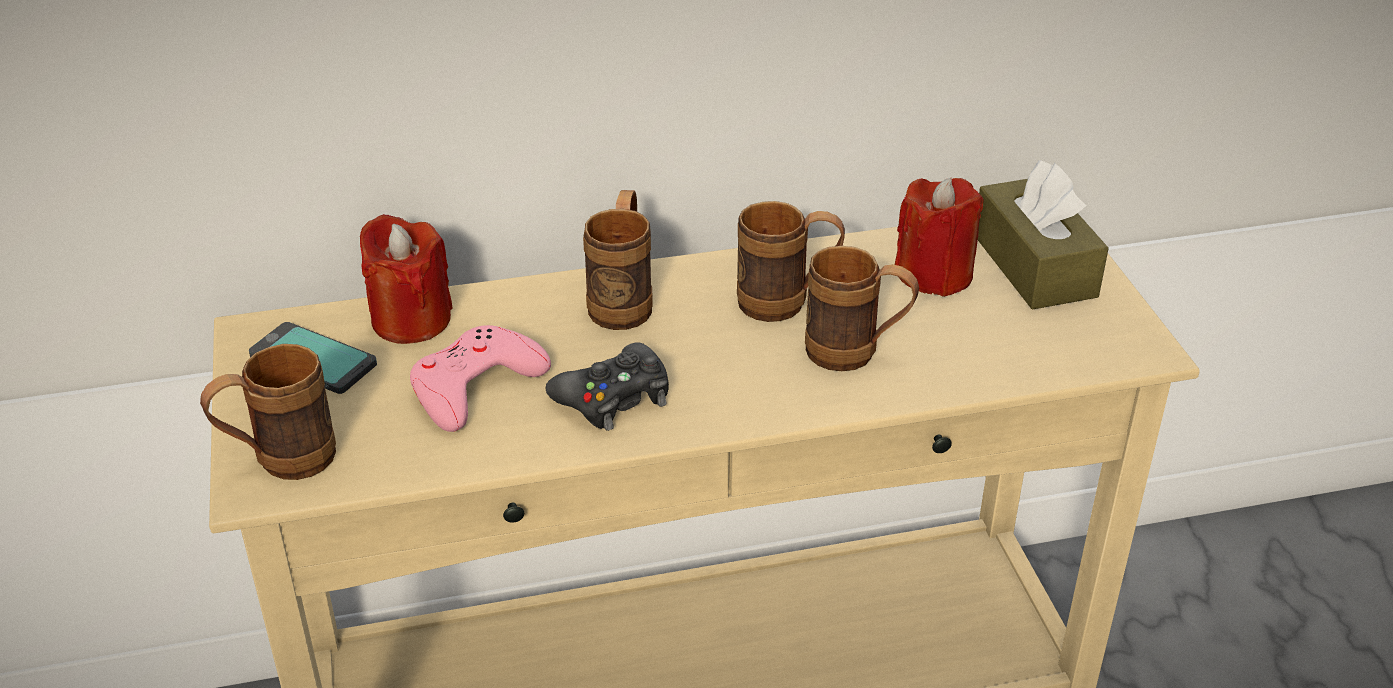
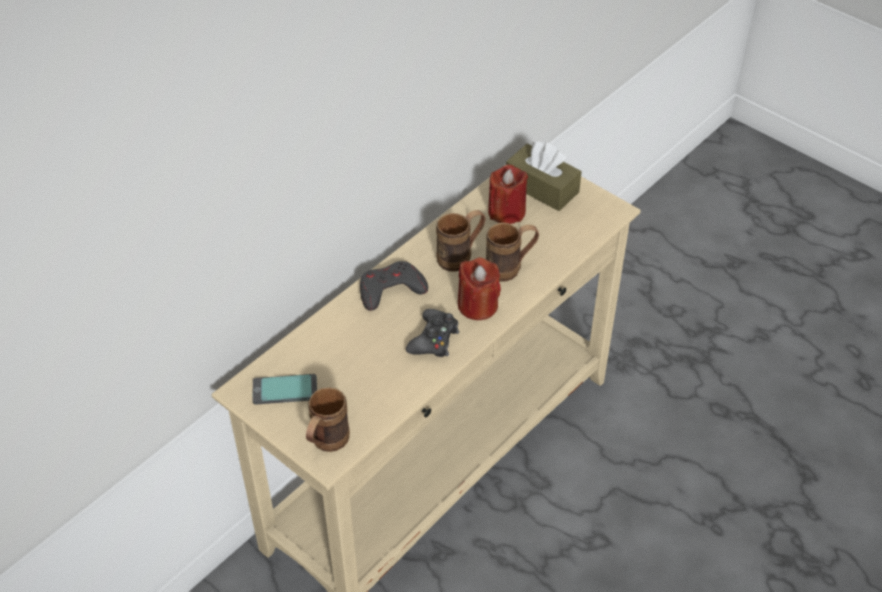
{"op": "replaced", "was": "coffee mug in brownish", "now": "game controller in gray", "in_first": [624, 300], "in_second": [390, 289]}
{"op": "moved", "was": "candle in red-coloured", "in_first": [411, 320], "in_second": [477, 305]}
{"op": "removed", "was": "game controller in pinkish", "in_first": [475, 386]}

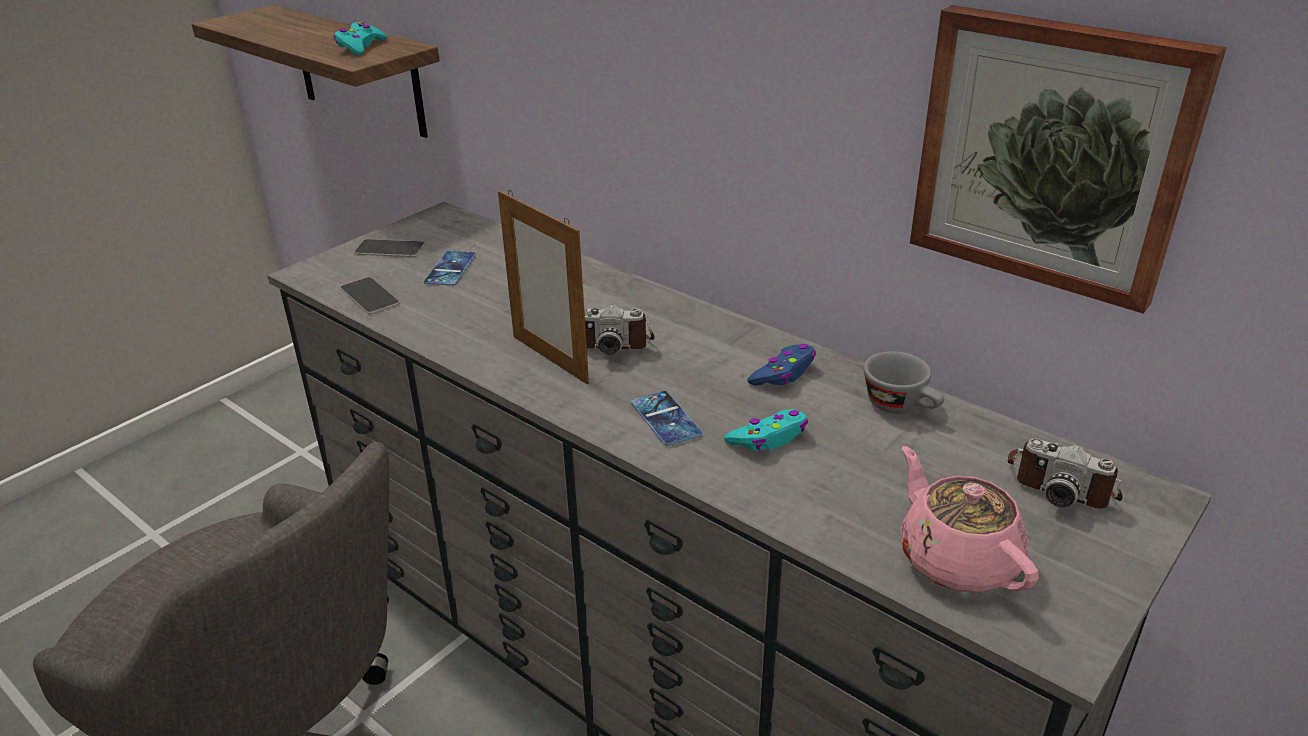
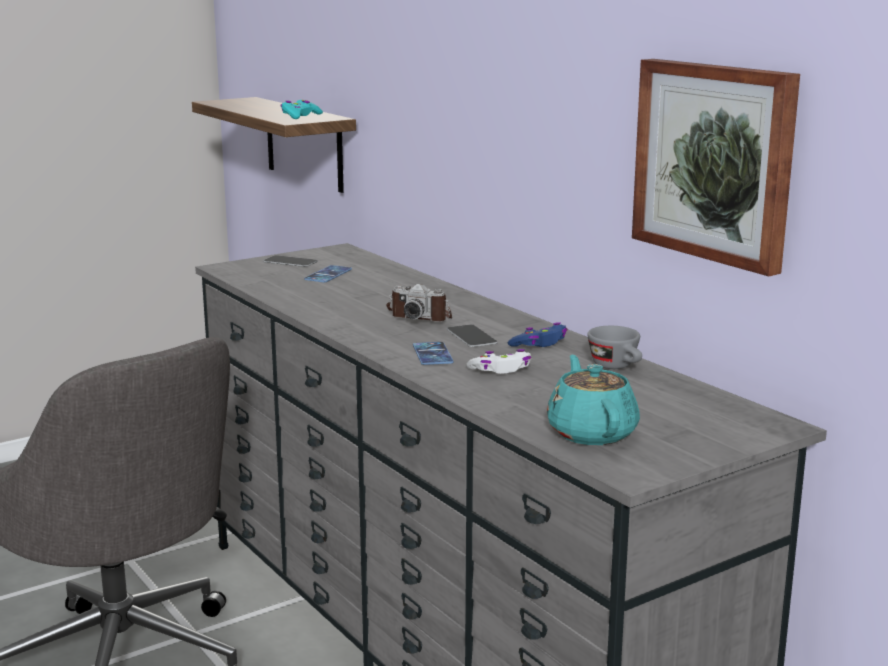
{"op": "moved", "was": "handset", "in_first": [369, 296], "in_second": [471, 336]}
{"op": "recoloured", "was": "game controller in turquoise", "now": "game controller in white", "in_first": [769, 438], "in_second": [501, 370]}
{"op": "recoloured", "was": "teapot in pinkish", "now": "teapot in turquoise", "in_first": [956, 559], "in_second": [591, 432]}
{"op": "removed", "was": "photo frame", "in_first": [550, 359]}
{"op": "removed", "was": "photo camera", "in_first": [1062, 482]}

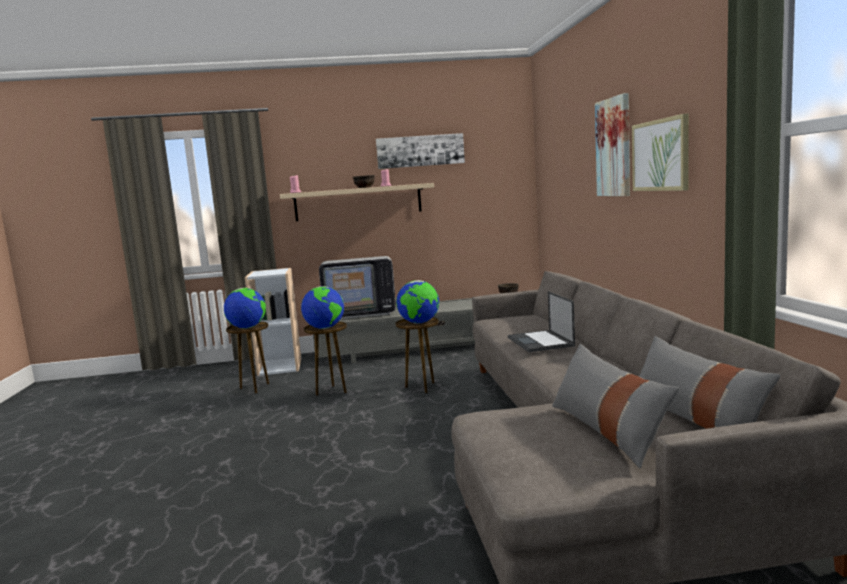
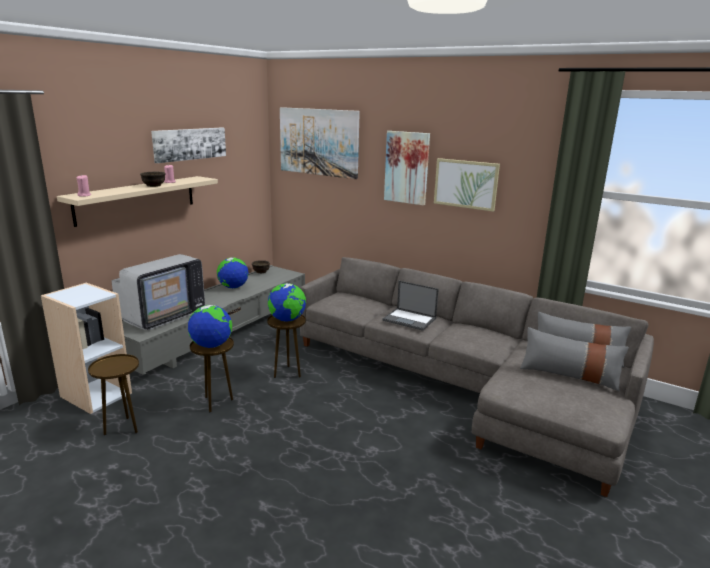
{"op": "moved", "was": "globe", "in_first": [247, 328], "in_second": [233, 287]}
{"op": "added", "now": "wall art", "in_second": [319, 142]}

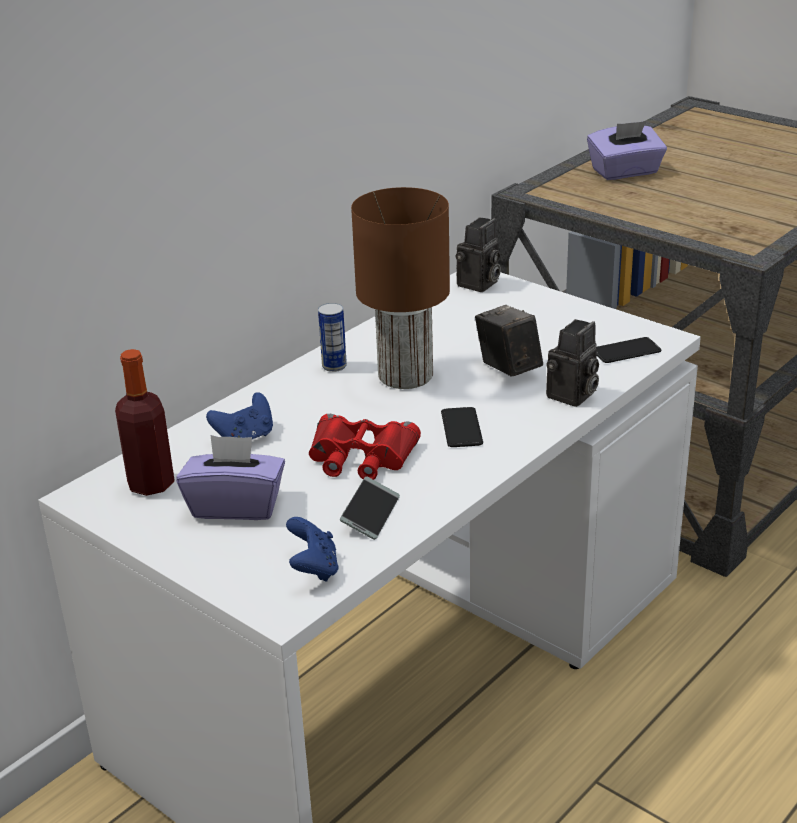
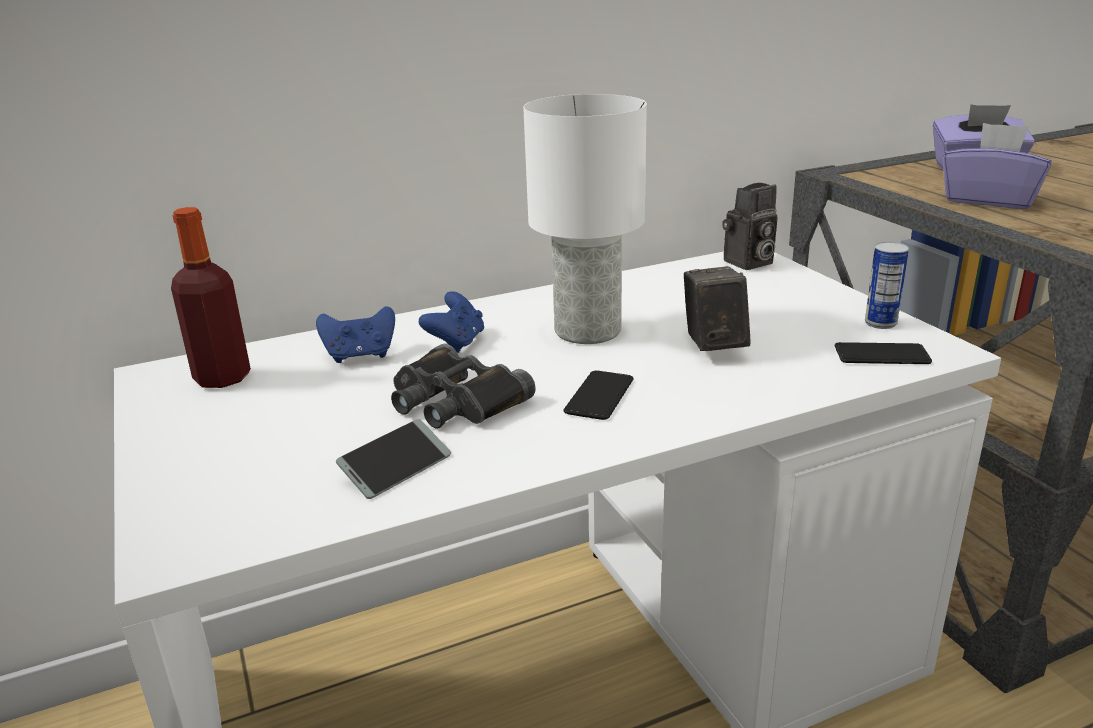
{"op": "recoloured", "was": "binoculars in red-coloured", "now": "binoculars in black-coloured", "in_first": [361, 457], "in_second": [454, 401]}
{"op": "moved", "was": "game controller in blue-coloured", "in_first": [314, 569], "in_second": [456, 342]}
{"op": "recoloured", "was": "tabletop lamp in brownish", "now": "tabletop lamp in white", "in_first": [405, 377], "in_second": [586, 331]}
{"op": "moved", "was": "sealed can", "in_first": [334, 366], "in_second": [880, 323]}
{"op": "moved", "was": "box of tissues in purple-coloured", "in_first": [236, 505], "in_second": [989, 200]}
{"op": "removed", "was": "photo camera", "in_first": [572, 396]}

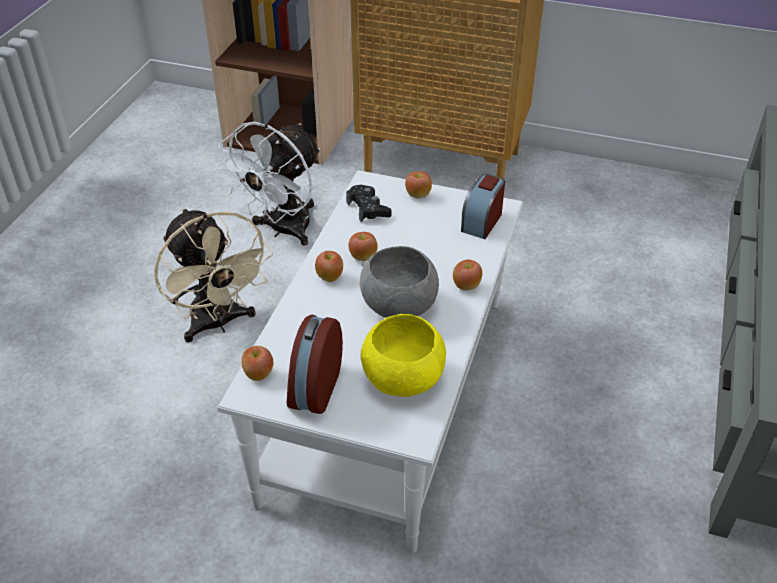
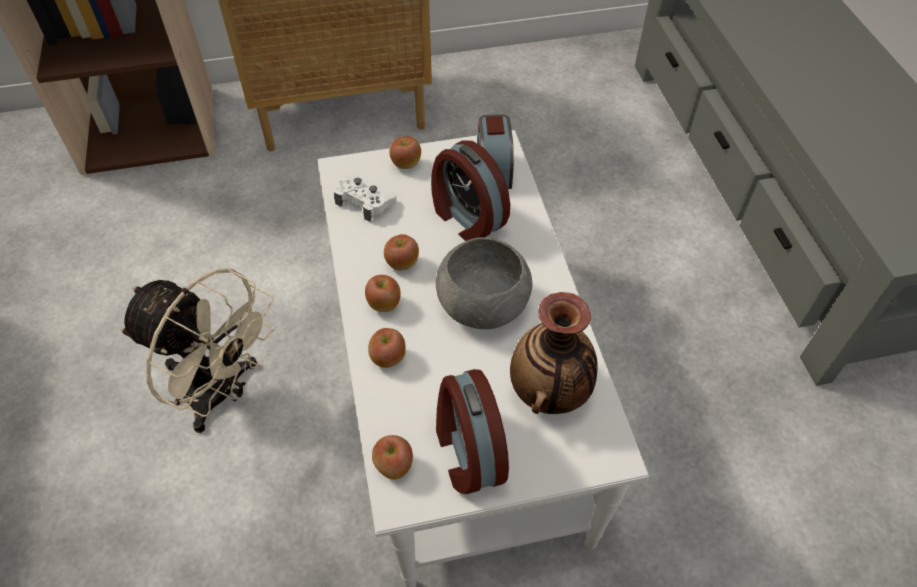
{"op": "recoloured", "was": "game controller in black-coloured", "now": "game controller in white", "in_first": [368, 208], "in_second": [364, 202]}
{"op": "moved", "was": "apple fruit", "in_first": [466, 286], "in_second": [388, 358]}
{"op": "added", "now": "table clock", "in_second": [466, 218]}
{"op": "replaced", "was": "bowl in yellowish", "now": "flower vase", "in_first": [402, 378], "in_second": [550, 392]}
{"op": "removed", "was": "fan in white", "in_first": [282, 230]}

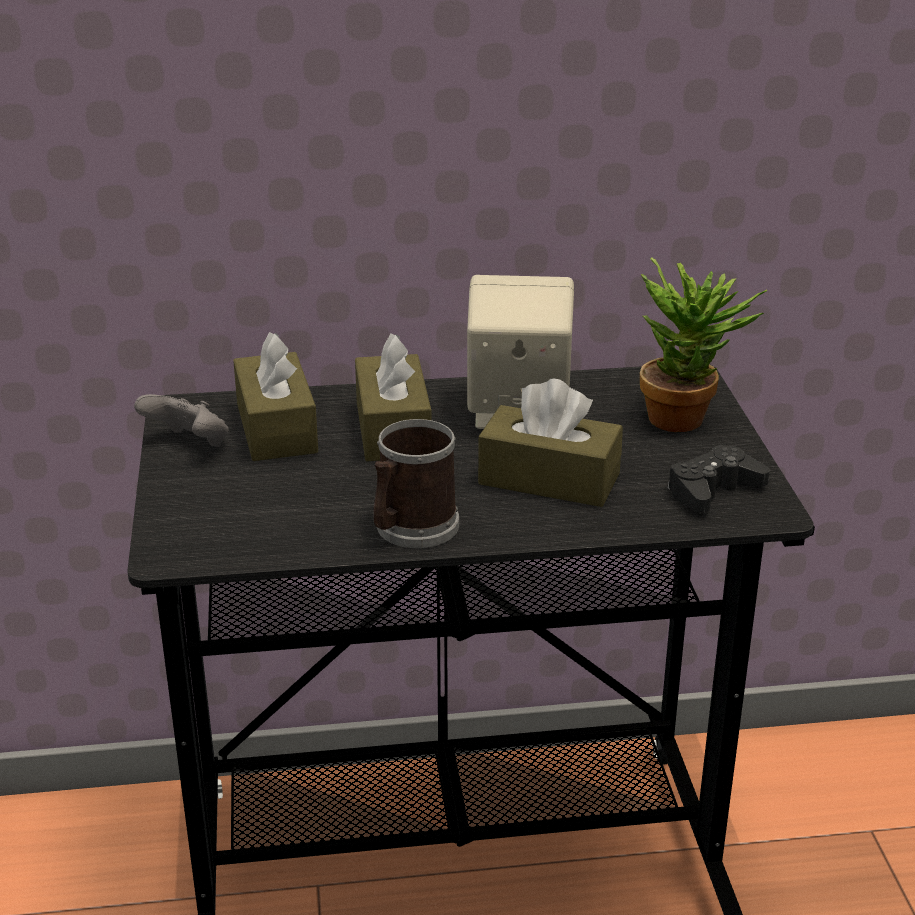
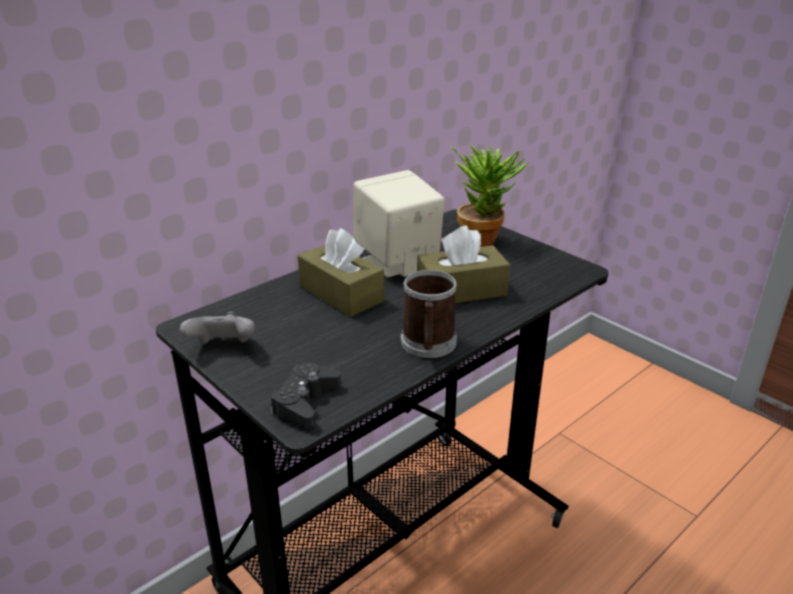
{"op": "moved", "was": "game controller in black-coloured", "in_first": [713, 490], "in_second": [305, 402]}
{"op": "removed", "was": "box of tissues in brownish", "in_first": [276, 428]}

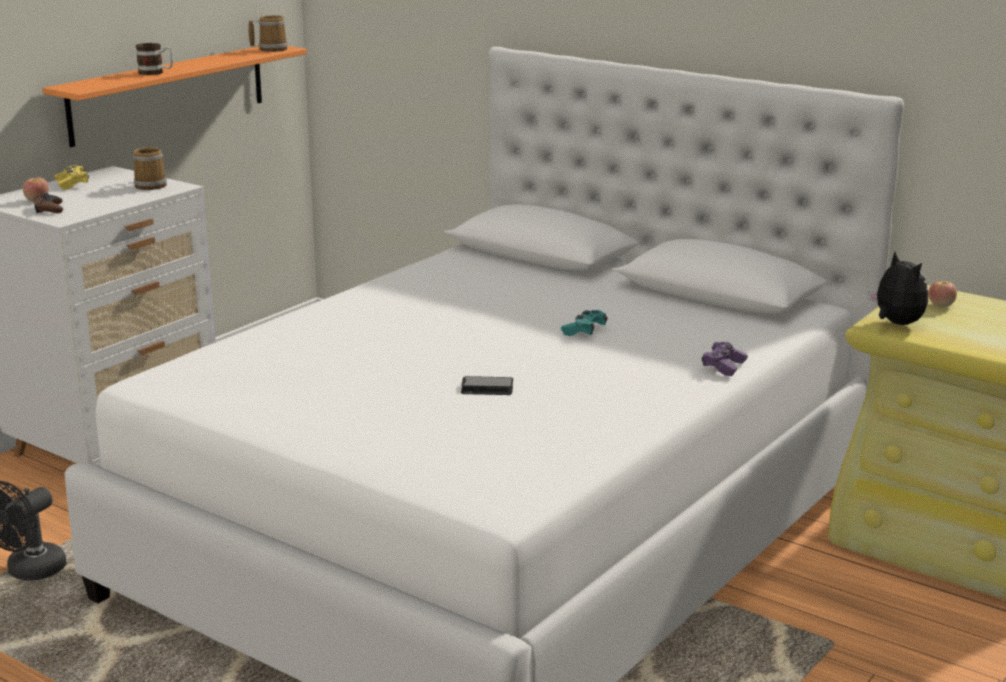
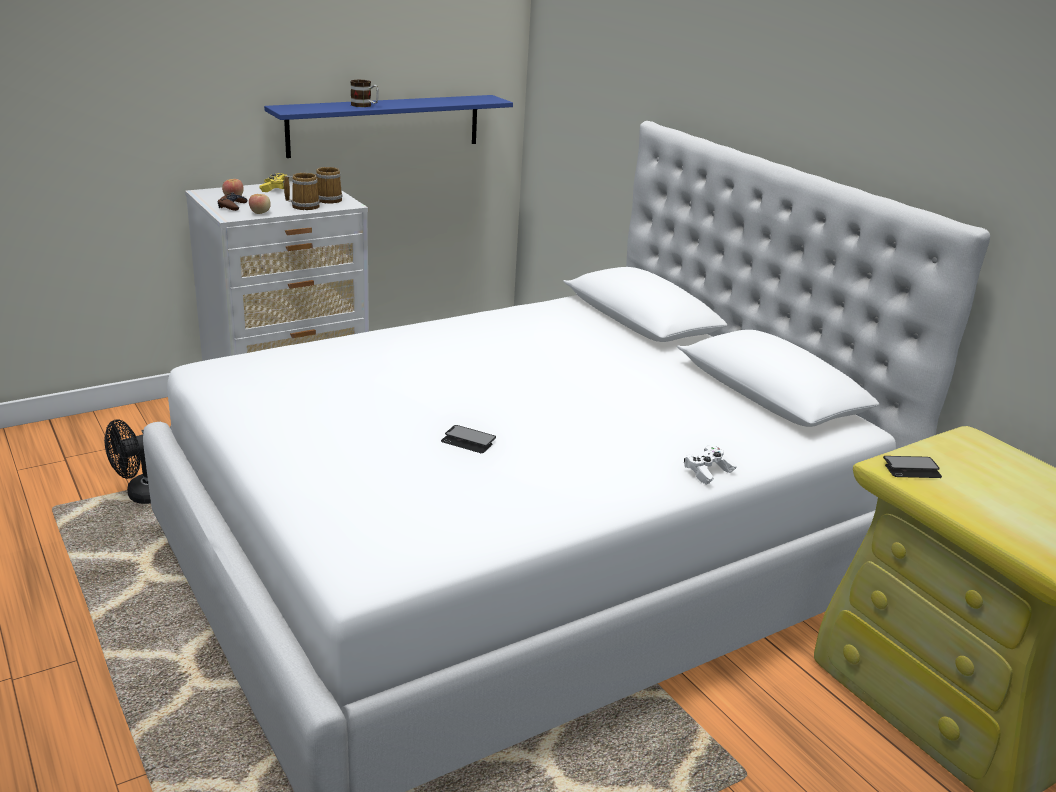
{"op": "moved", "was": "apple fruit", "in_first": [941, 305], "in_second": [260, 213]}
{"op": "recoloured", "was": "wall shelf in orange", "now": "wall shelf in blue-coloured", "in_first": [168, 93], "in_second": [385, 125]}
{"op": "moved", "was": "coffee mug", "in_first": [271, 49], "in_second": [304, 206]}
{"op": "recoloured", "was": "game controller in purple-coloured", "now": "game controller in white", "in_first": [724, 366], "in_second": [708, 472]}
{"op": "replaced", "was": "cuddly toy", "now": "handset", "in_first": [896, 323], "in_second": [911, 469]}
{"op": "removed", "was": "game controller in turquoise", "in_first": [584, 331]}

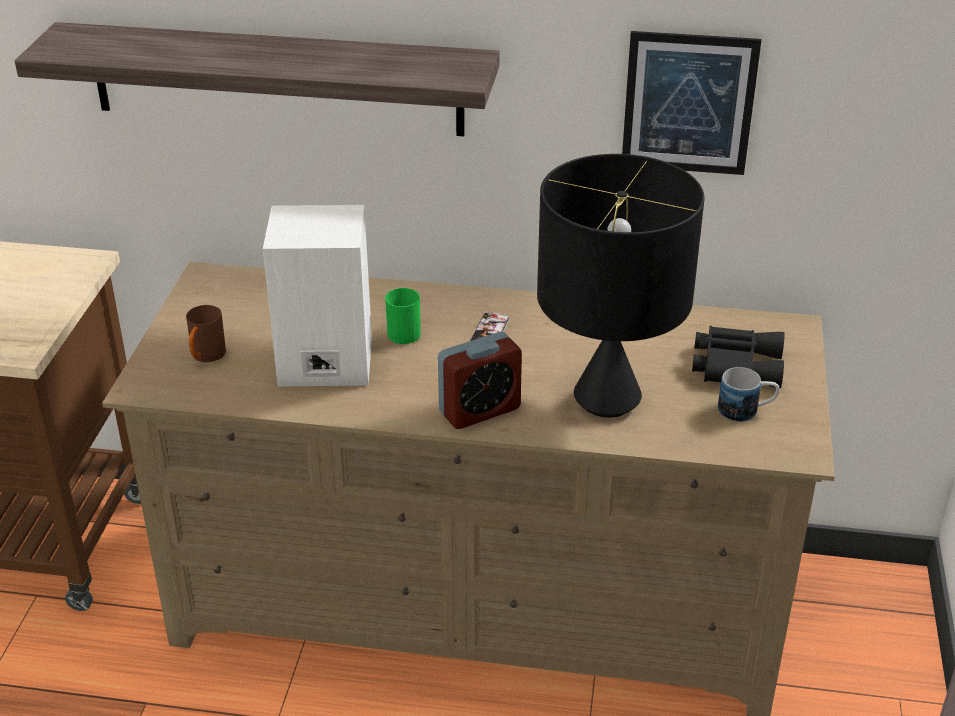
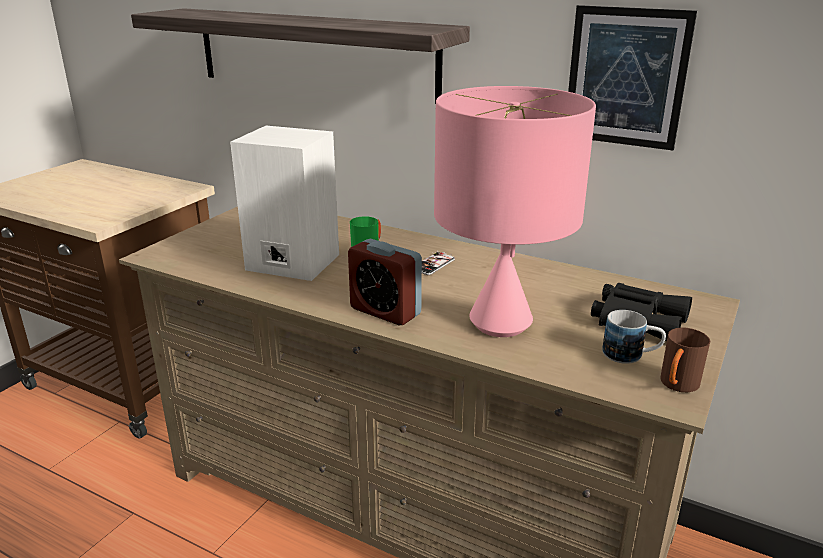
{"op": "turned", "was": "table clock", "in_first": [479, 410], "in_second": [385, 311], "clockwise": 45}
{"op": "recoloured", "was": "tabletop lamp in black-coloured", "now": "tabletop lamp in pinkish", "in_first": [606, 401], "in_second": [500, 325]}
{"op": "moved", "was": "coffee mug in brownish", "in_first": [206, 357], "in_second": [677, 386]}

